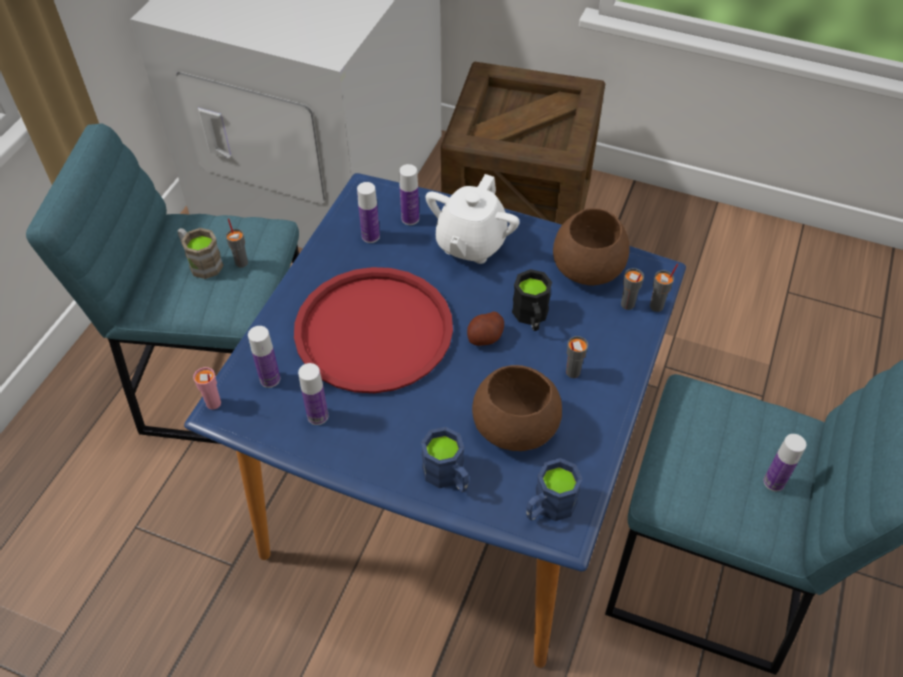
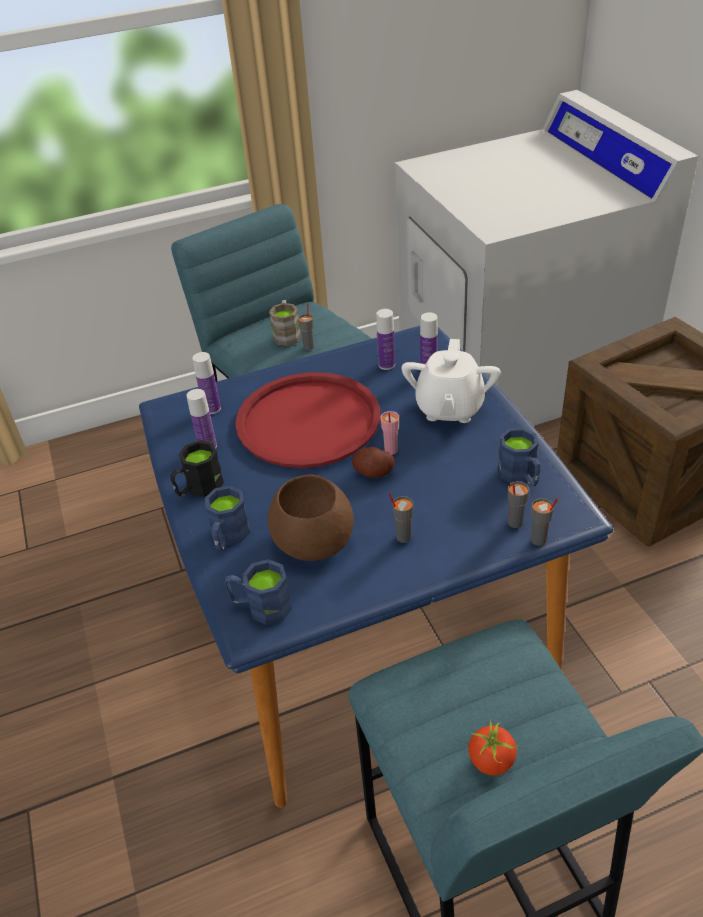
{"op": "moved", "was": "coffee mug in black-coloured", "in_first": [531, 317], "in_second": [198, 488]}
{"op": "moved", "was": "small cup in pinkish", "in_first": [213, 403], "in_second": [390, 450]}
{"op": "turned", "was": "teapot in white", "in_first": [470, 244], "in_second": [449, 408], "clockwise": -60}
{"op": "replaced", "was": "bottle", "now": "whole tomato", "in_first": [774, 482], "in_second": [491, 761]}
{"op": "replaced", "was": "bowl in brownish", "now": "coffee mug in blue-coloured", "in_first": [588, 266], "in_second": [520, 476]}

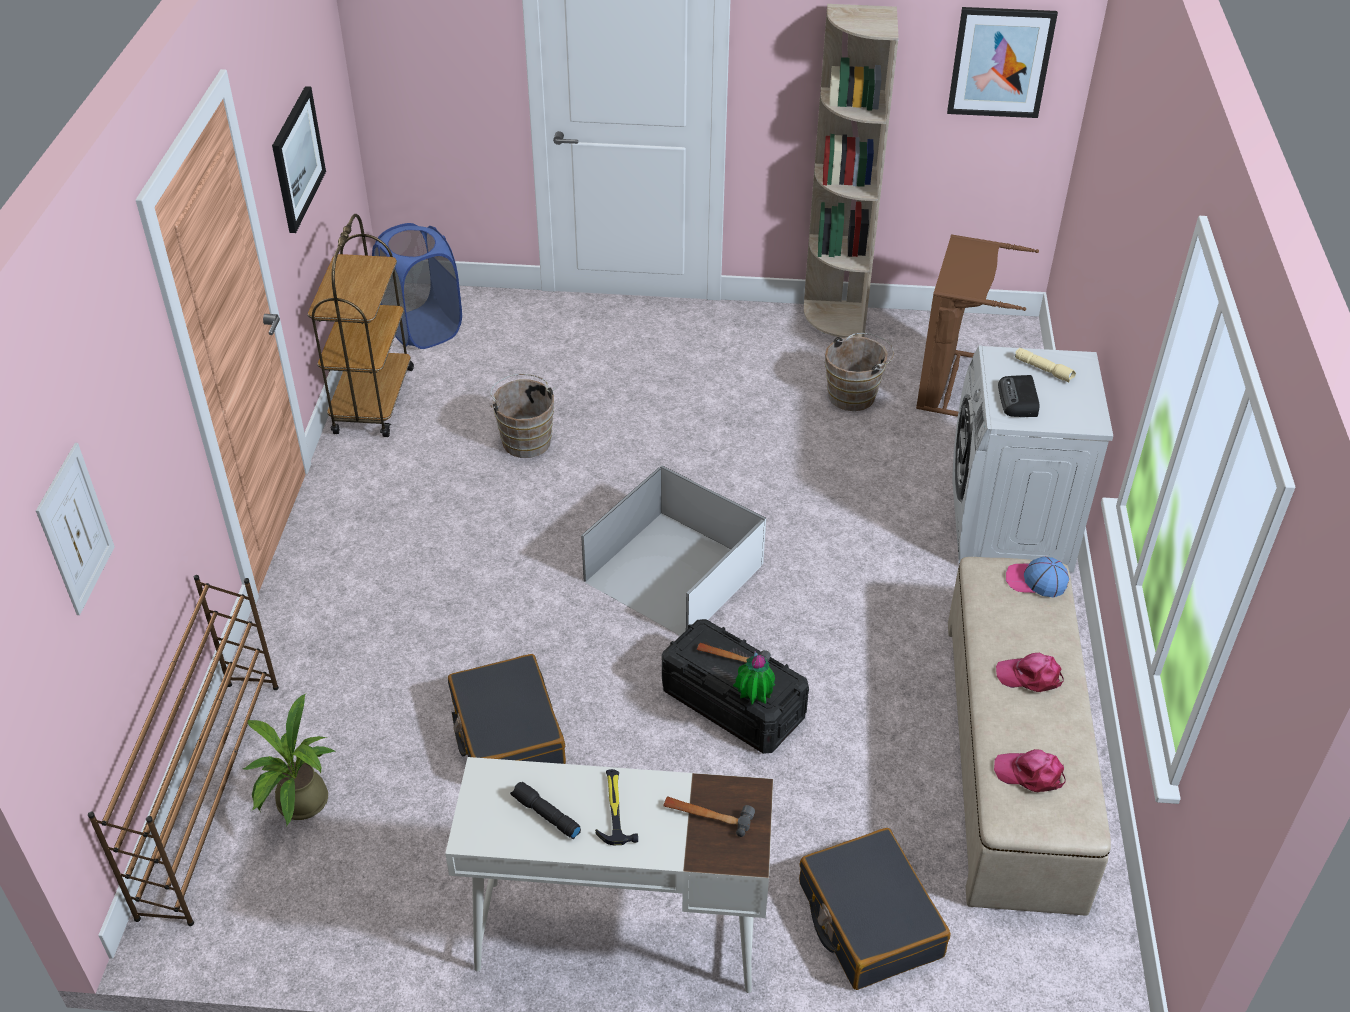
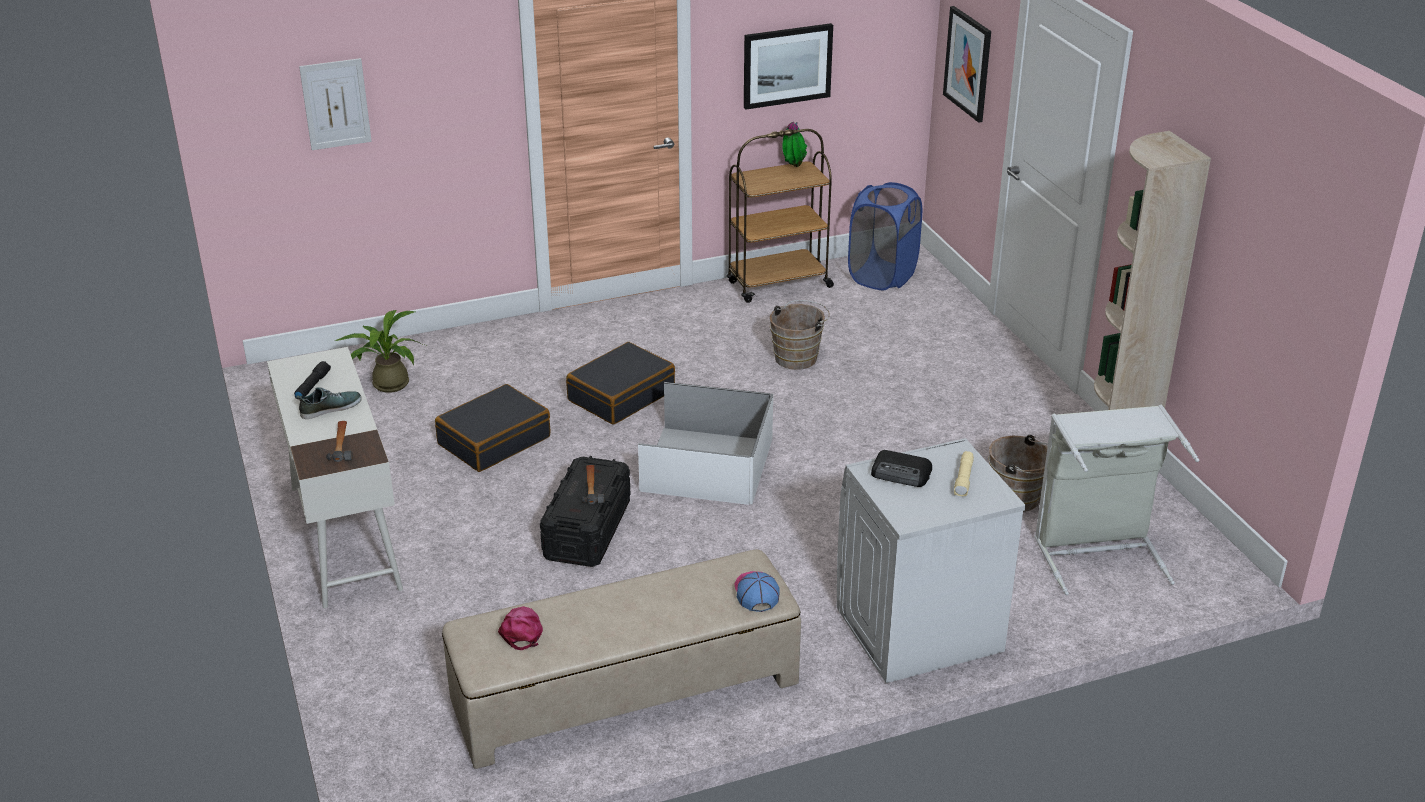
{"op": "replaced", "was": "hammer", "now": "low shoe", "in_first": [614, 808], "in_second": [330, 408]}
{"op": "moved", "was": "piece of luggage in black-coloured", "in_first": [868, 920], "in_second": [621, 395]}
{"op": "moved", "was": "potted plant", "in_first": [753, 701], "in_second": [793, 166]}
{"op": "turned", "was": "radio", "in_first": [1018, 401], "in_second": [902, 474], "clockwise": -135}
{"op": "moved", "was": "wall art", "in_first": [1000, 62], "in_second": [968, 63]}
{"op": "recoloured", "was": "hamper in brownish", "now": "hamper in gray", "in_first": [952, 384], "in_second": [1098, 552]}
{"op": "removed", "was": "shoe stand in brownish", "in_first": [212, 794]}
{"op": "removed", "was": "cap in pinkish", "in_first": [1030, 676]}

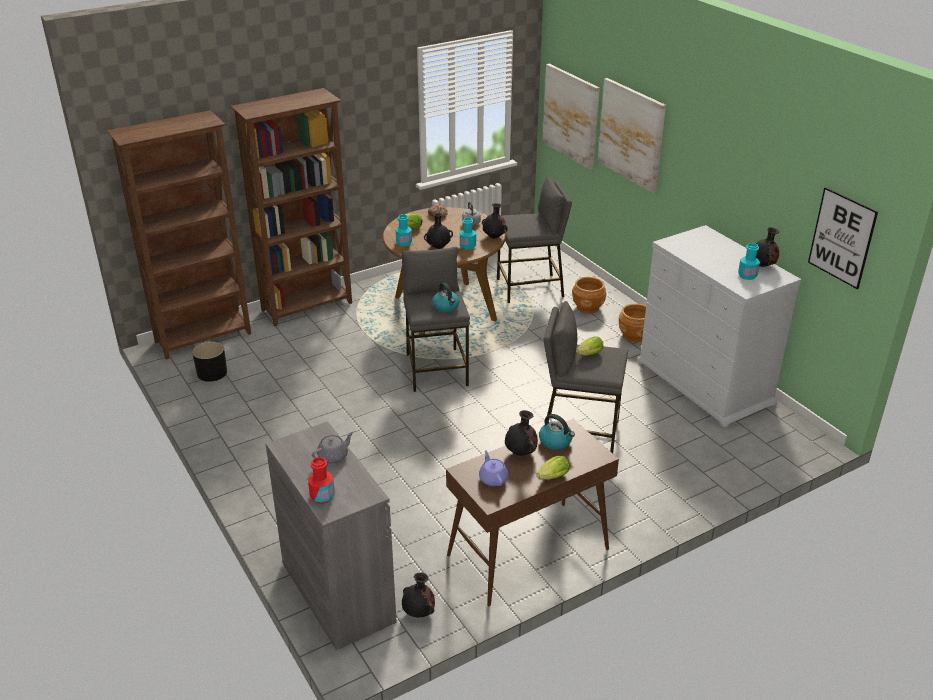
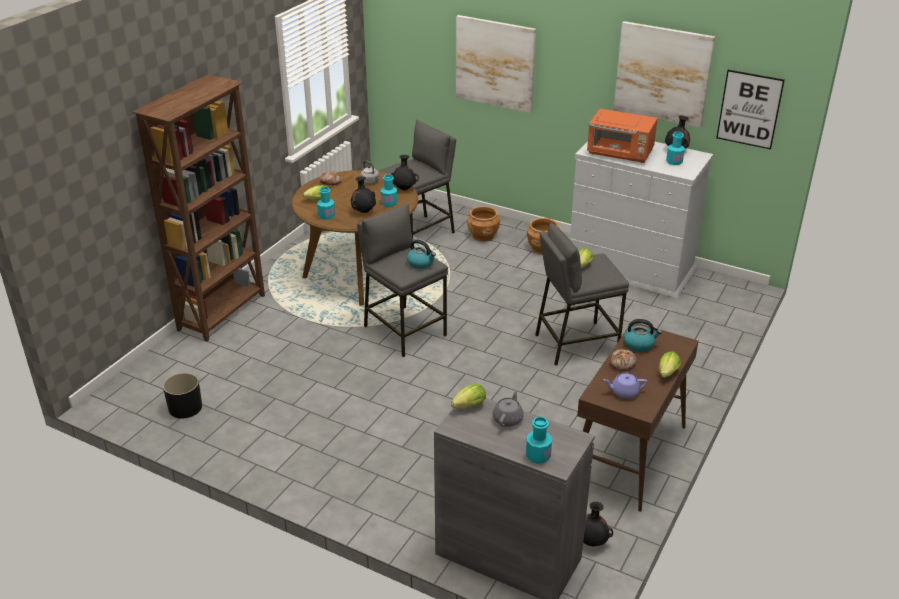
{"op": "added", "now": "head of lettuce", "in_second": [467, 407]}
{"op": "recoloured", "was": "bottle in red-coloured", "now": "bottle in turquoise", "in_first": [322, 496], "in_second": [538, 456]}
{"op": "added", "now": "microwave oven in orange", "in_second": [620, 154]}
{"op": "turned", "was": "teapot in purple-coloured", "in_first": [493, 478], "in_second": [624, 392], "clockwise": -45}
{"op": "replaced", "was": "flower vase in black-coloured", "now": "bakery bread", "in_first": [521, 453], "in_second": [623, 363]}
{"op": "moved", "was": "wall art", "in_first": [571, 115], "in_second": [663, 74]}
{"op": "removed", "was": "bookshelf in brownish", "in_first": [204, 338]}

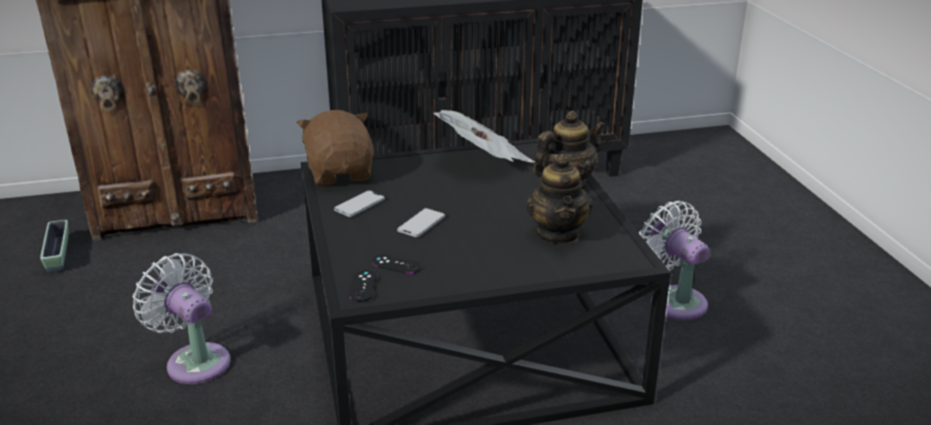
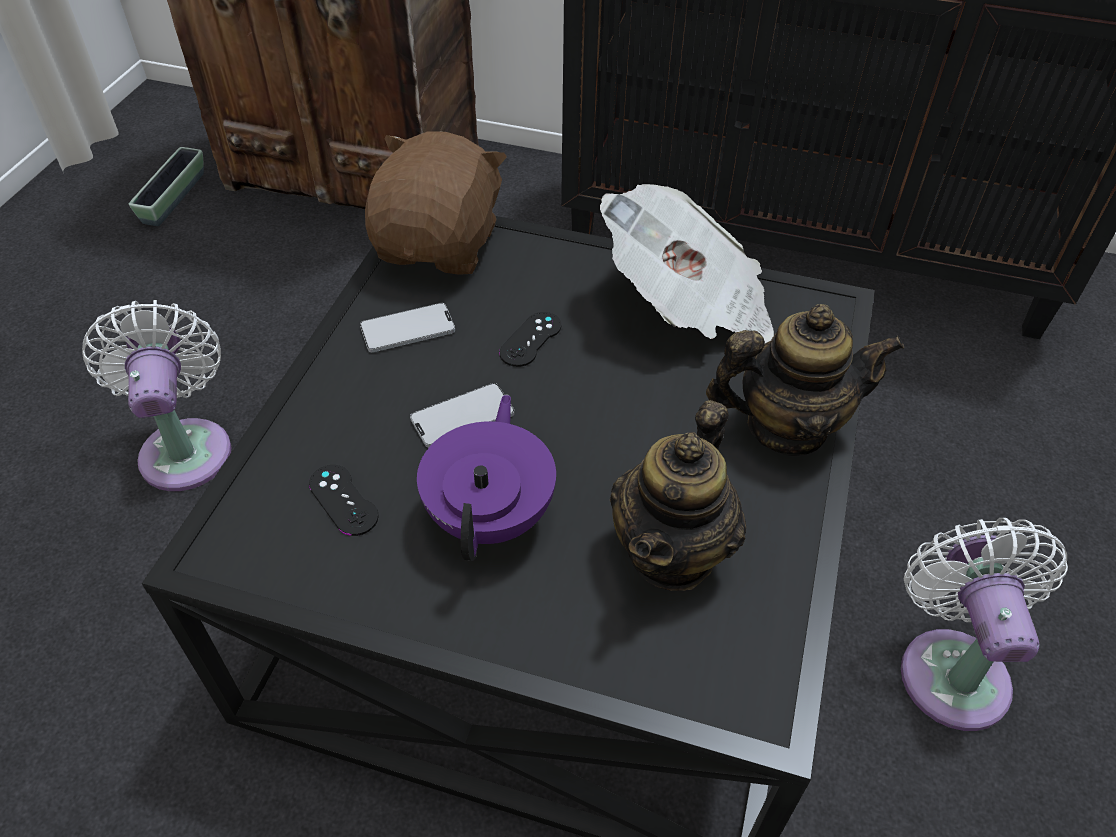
{"op": "added", "now": "teapot in purple-coloured", "in_second": [491, 514]}
{"op": "moved", "was": "game controller in black-coloured", "in_first": [363, 286], "in_second": [531, 339]}

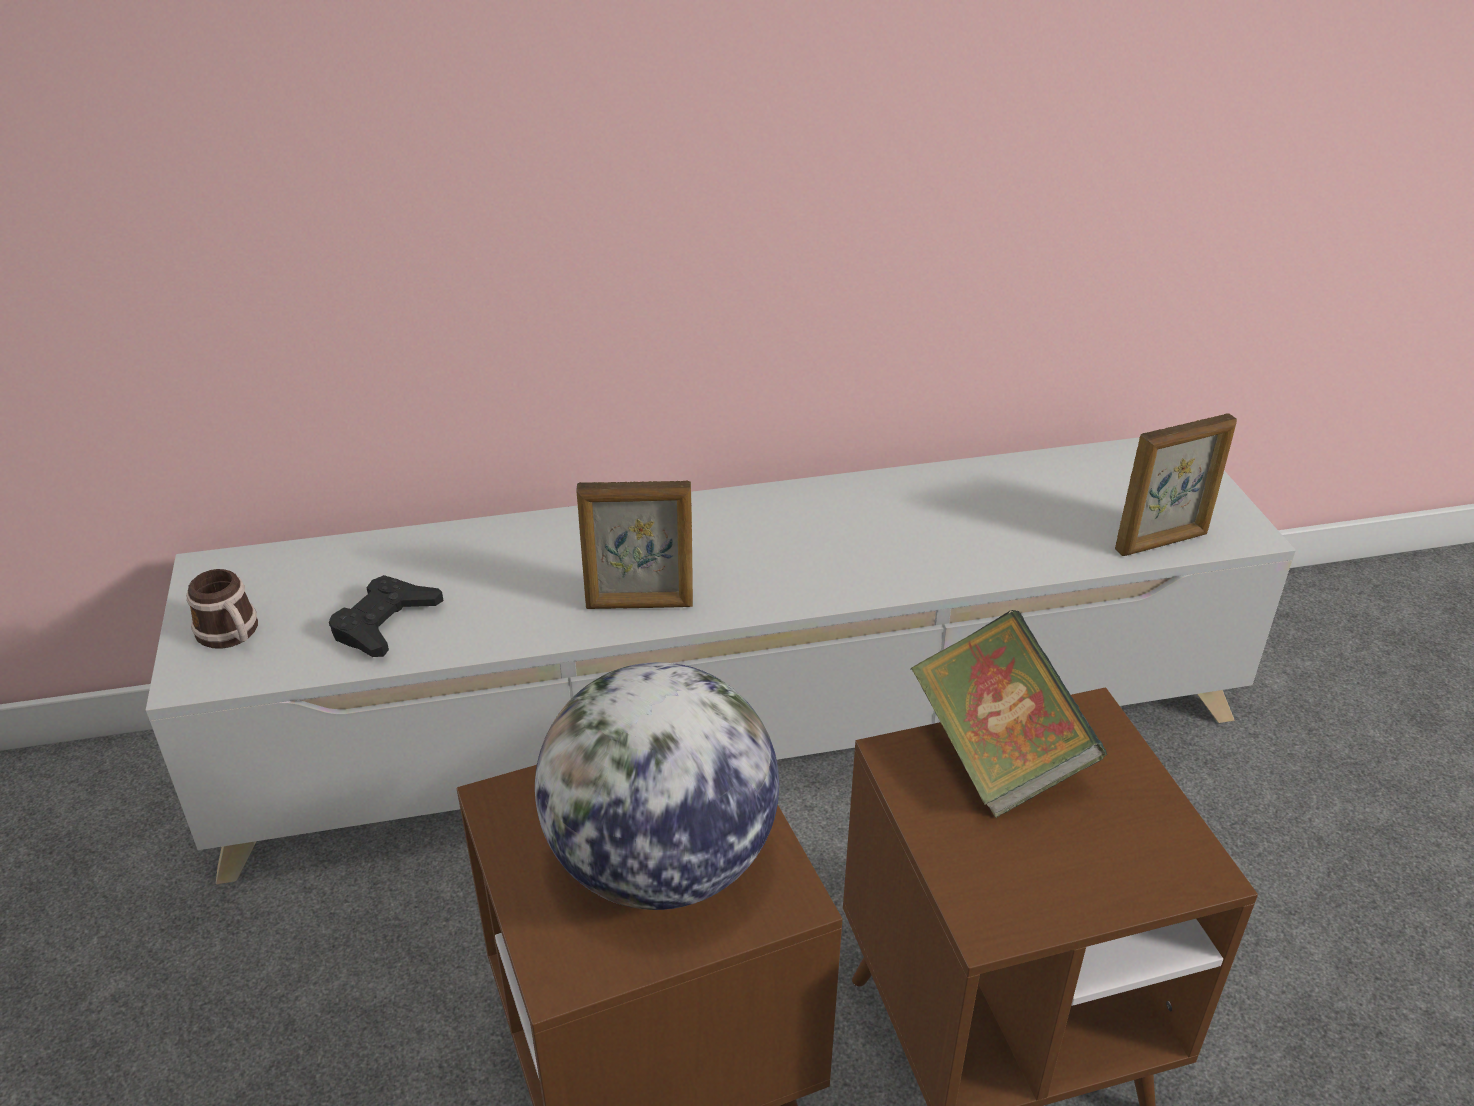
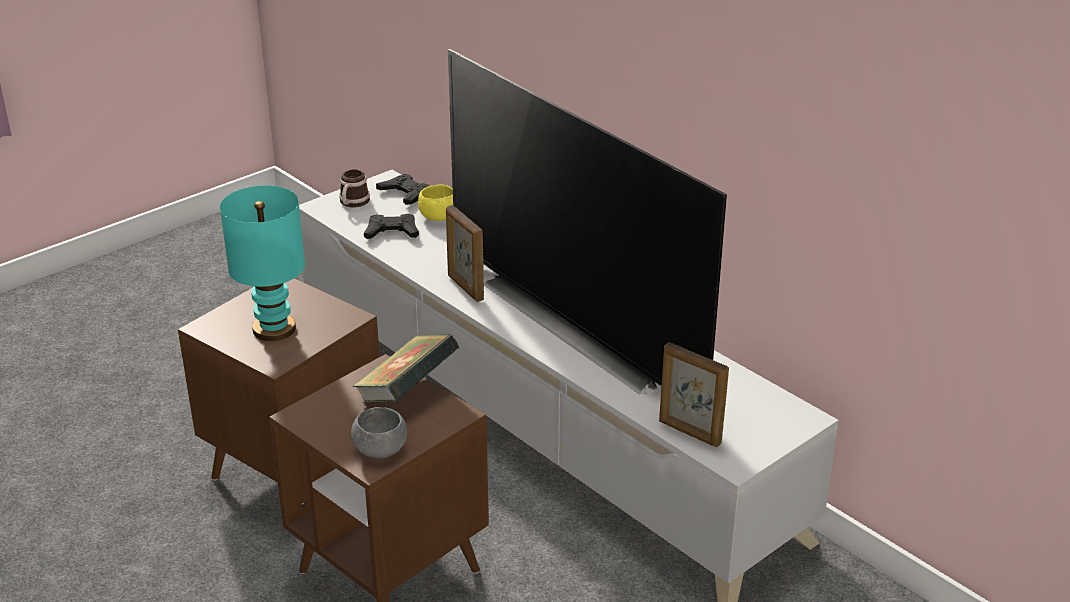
{"op": "replaced", "was": "globe", "now": "tabletop lamp in turquoise", "in_first": [661, 864], "in_second": [273, 329]}
{"op": "added", "now": "bowl in gray", "in_second": [381, 450]}
{"op": "added", "now": "game controller in black-coloured", "in_second": [405, 194]}
{"op": "added", "now": "bowl in yellowish", "in_second": [438, 217]}
{"op": "added", "now": "TV set", "in_second": [582, 324]}

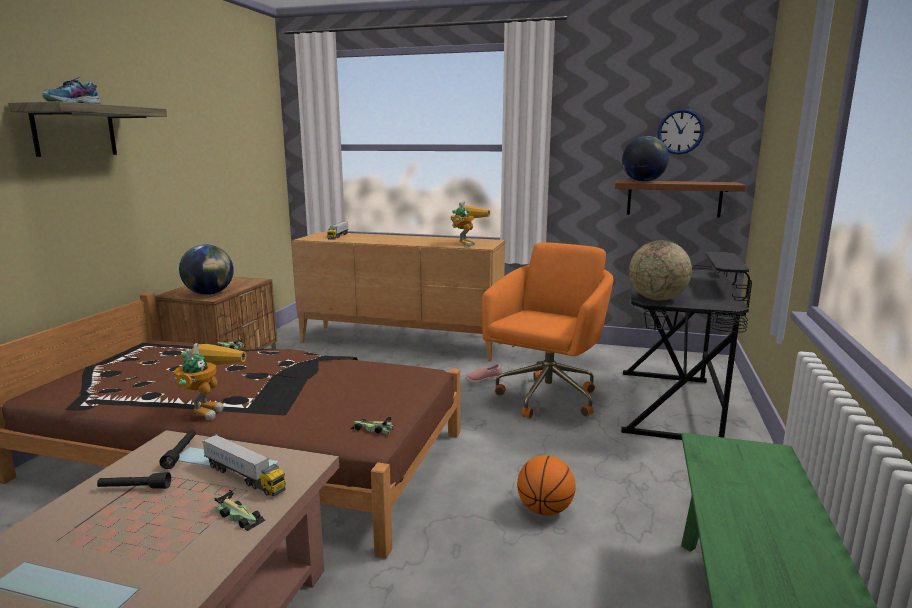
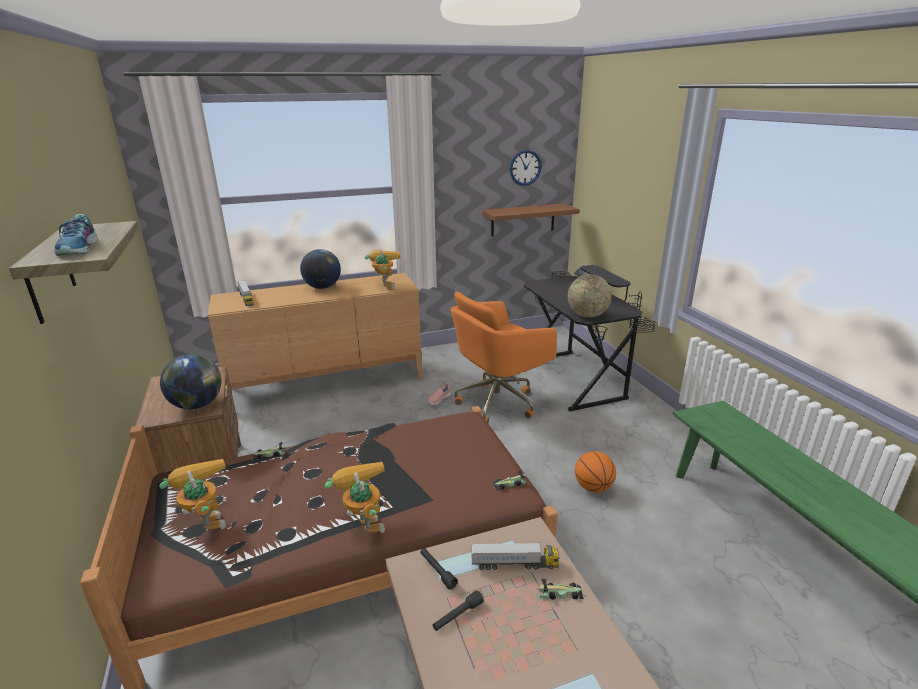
{"op": "added", "now": "model robot", "in_second": [205, 520]}
{"op": "moved", "was": "globe", "in_first": [643, 181], "in_second": [322, 287]}
{"op": "turned", "was": "computer chair in orange", "in_first": [545, 401], "in_second": [499, 402], "clockwise": -120}

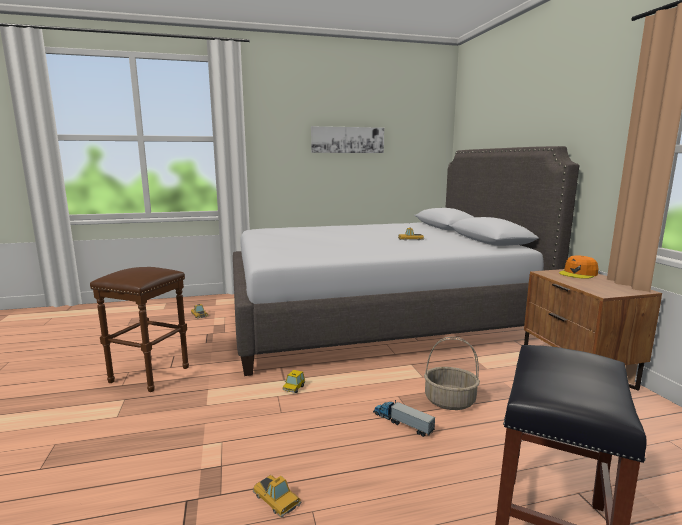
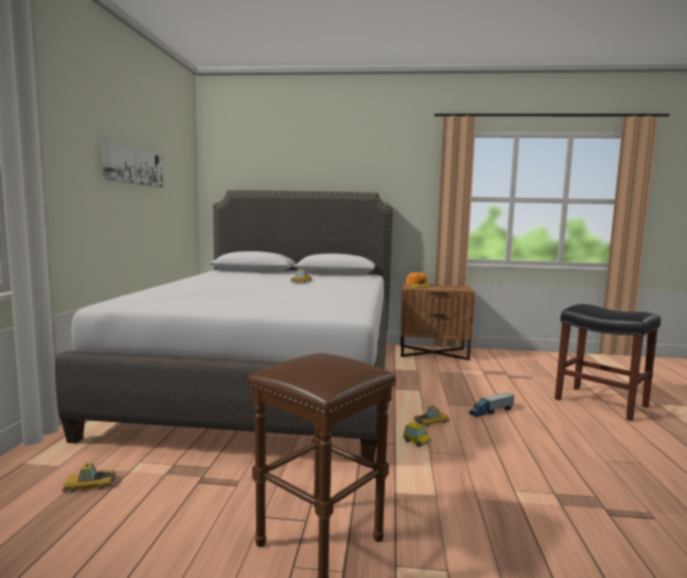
{"op": "moved", "was": "model car", "in_first": [277, 499], "in_second": [432, 421]}
{"op": "removed", "was": "basket", "in_first": [450, 401]}

